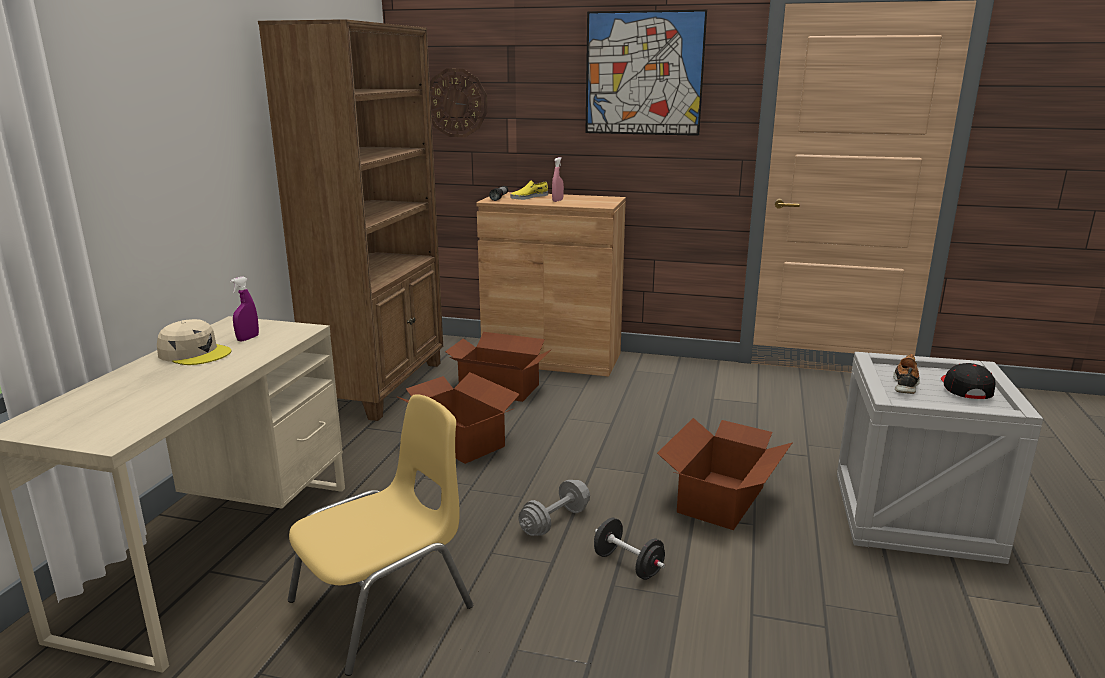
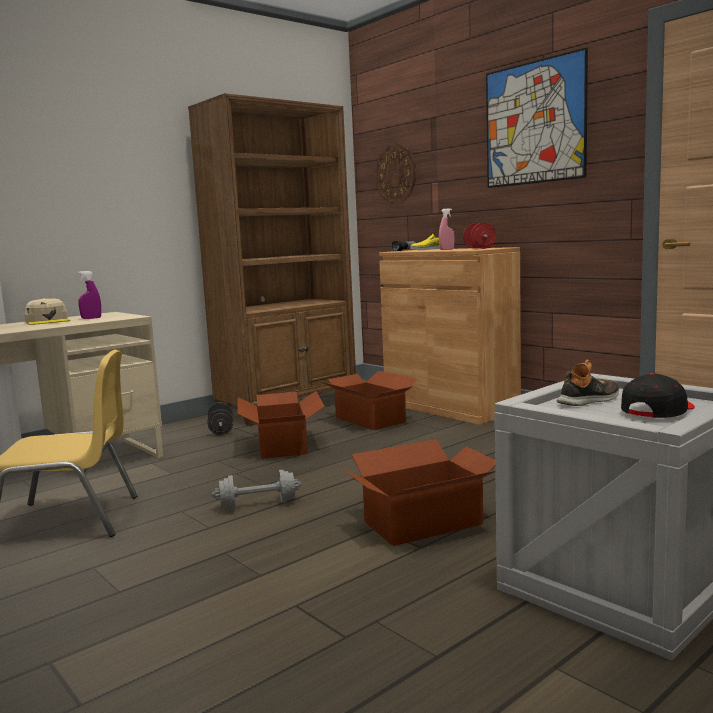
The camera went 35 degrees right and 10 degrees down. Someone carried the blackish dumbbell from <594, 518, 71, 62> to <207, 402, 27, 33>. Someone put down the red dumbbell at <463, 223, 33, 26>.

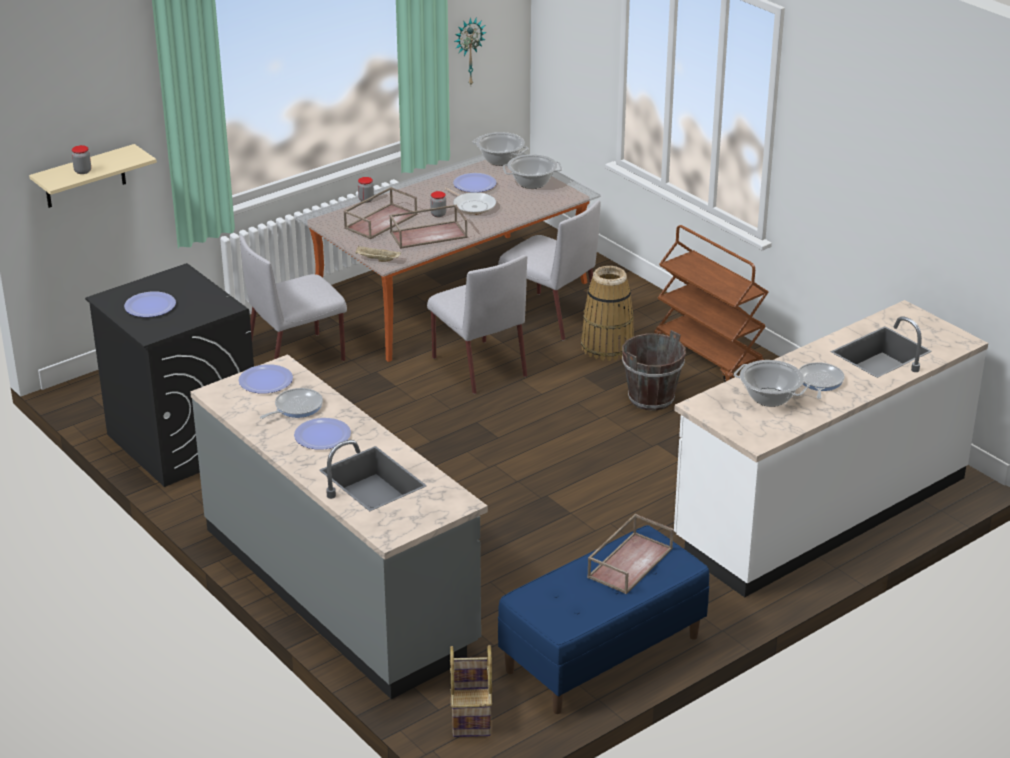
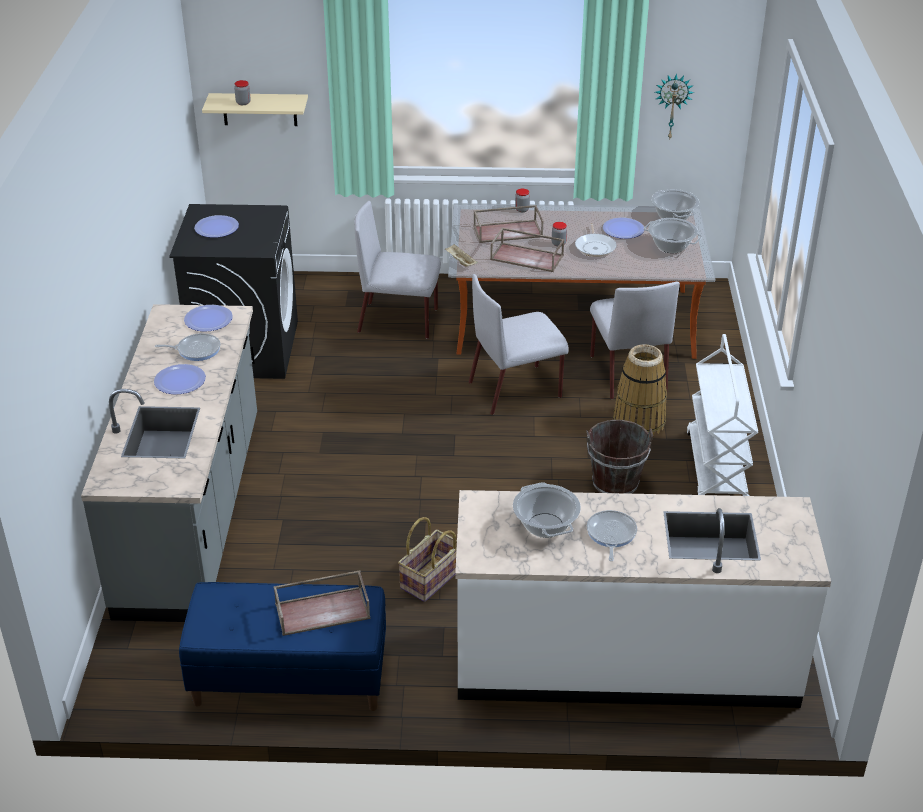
The camera went 40 degrees right and 5 degrees up. Someone carried the basket from <450, 645, 42, 92> to <398, 517, 59, 85>. Someone rotated the gray chair at <427, 255, 100, 139> by 60 degrees clockwise. Someone rotated the skillet at <799, 362, 46, 37> by 45 degrees counterclockwise. Someone repainted the brown wheeled cart at <653, 225, 116, 157>, which became the whitish wheeled cart at <687, 334, 71, 162>.

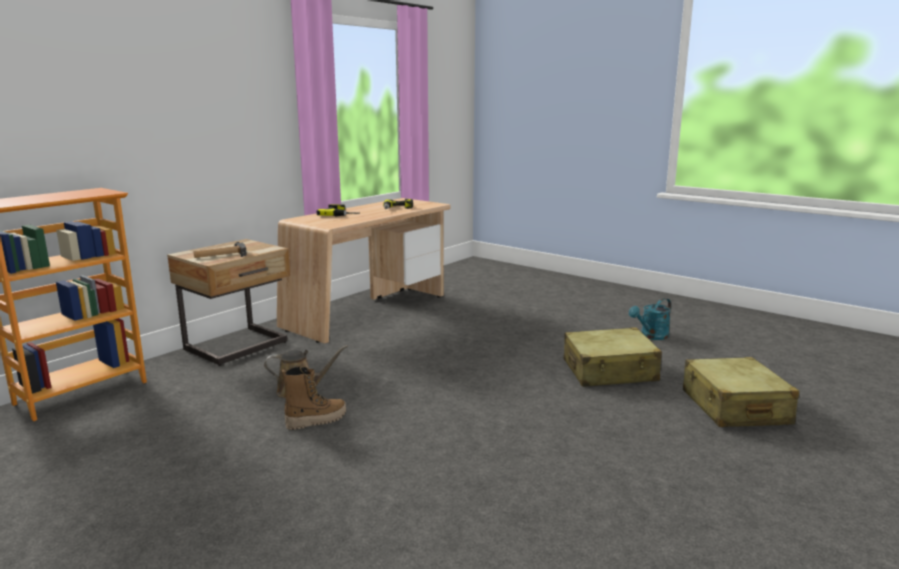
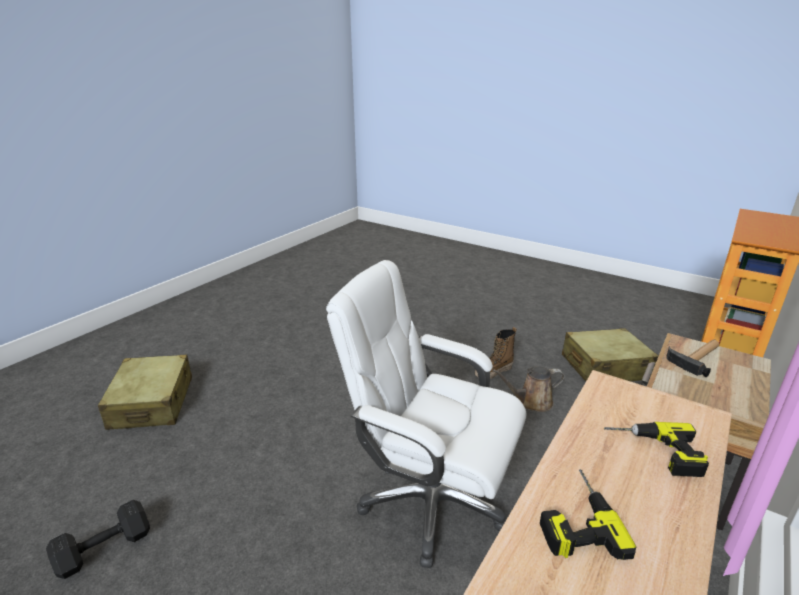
The camera went 175 degrees right and 10 degrees up. Someone swapped the blue-green watering pot at <629, 298, 42, 42> for the blackish dumbbell at <46, 500, 104, 79>. Someone put down the whitish computer chair at <326, 260, 200, 308>. Someone carried the beige-coloured suitcase from <564, 327, 98, 60> to <562, 328, 96, 53>.

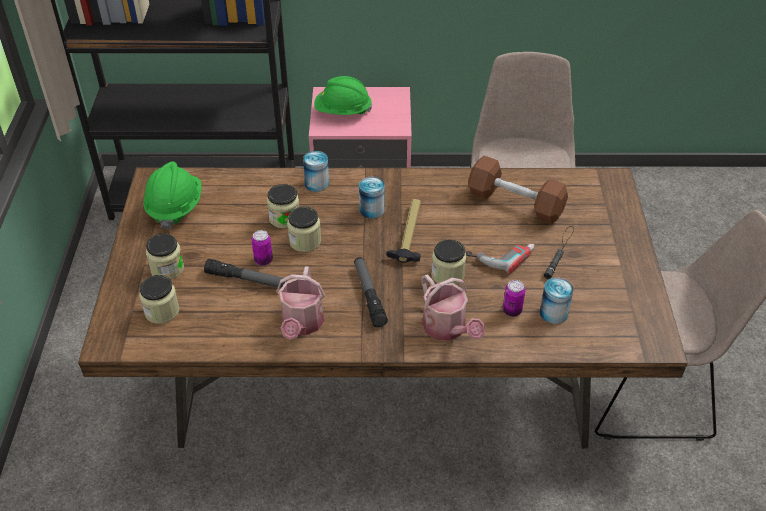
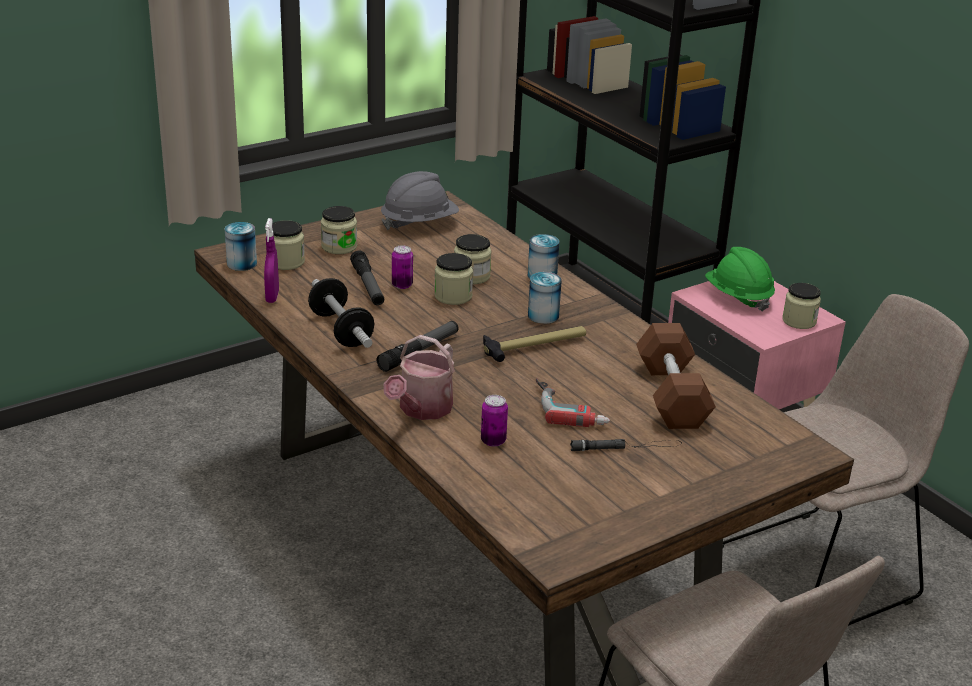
The camera went 55 degrees right and 15 degrees down. Someone carried the sealed can from <540, 278, 33, 46> to <225, 222, 32, 49>. Someone put down the purplish spray bottle at <264, 218, 15, 85>. Someone swapped the watering pot at <276, 266, 49, 74> for the dumbbell at <308, 278, 66, 70>. Someone repainted the green hard hat at <143, 161, 59, 69>, which became the gray hard hat at <381, 171, 78, 59>. Someone carried the storage jar from <431, 239, 35, 46> to <782, 283, 39, 46>.

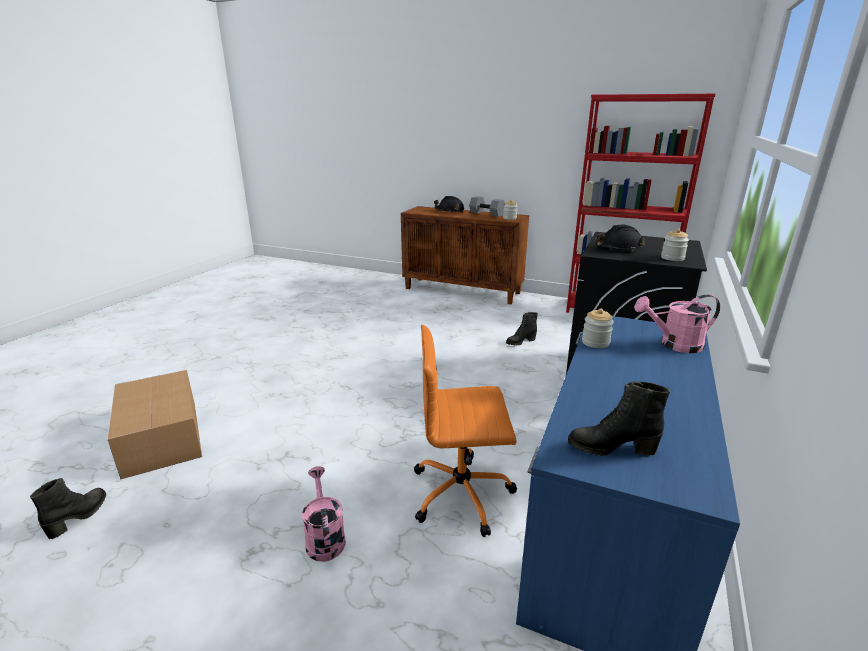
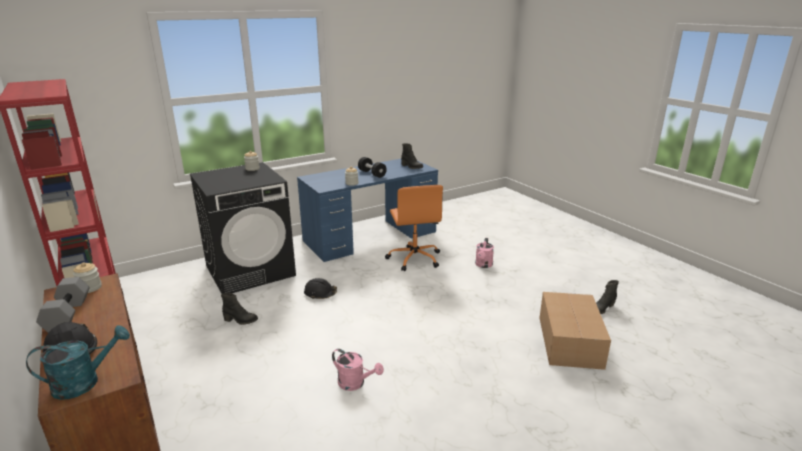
The camera went 145 degrees left and 0 degrees up. Someone put down the blue-green watering pot at <26, 325, 104, 75>. Someone carried the blackish hard hat from <595, 225, 50, 27> to <304, 278, 33, 21>. Someone carried the pinkish watering pot from <634, 295, 86, 58> to <332, 349, 52, 42>. Someone put down the blackish dumbbell at <358, 157, 29, 21>. Someone rotated the orangey computer chair at <414, 325, 103, 212> by 45 degrees clockwise.

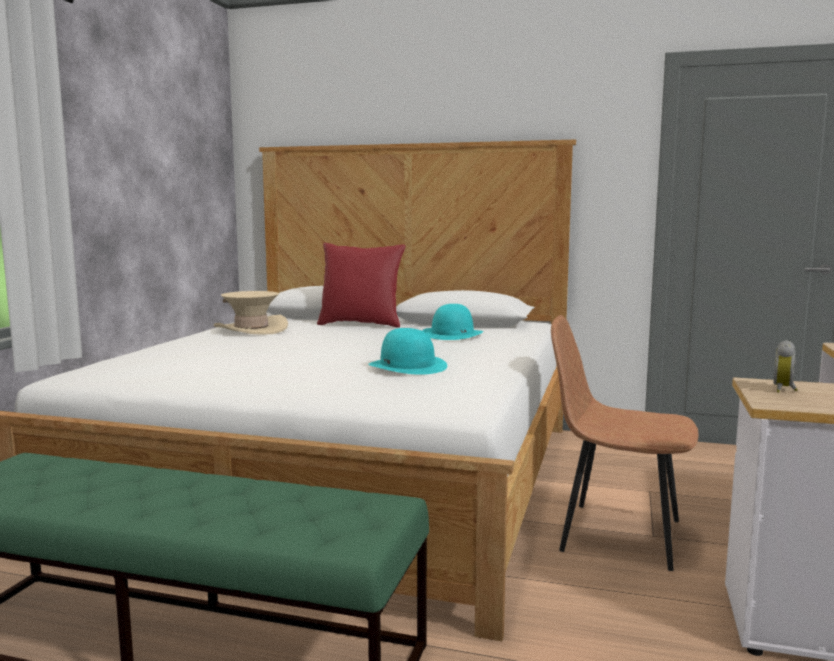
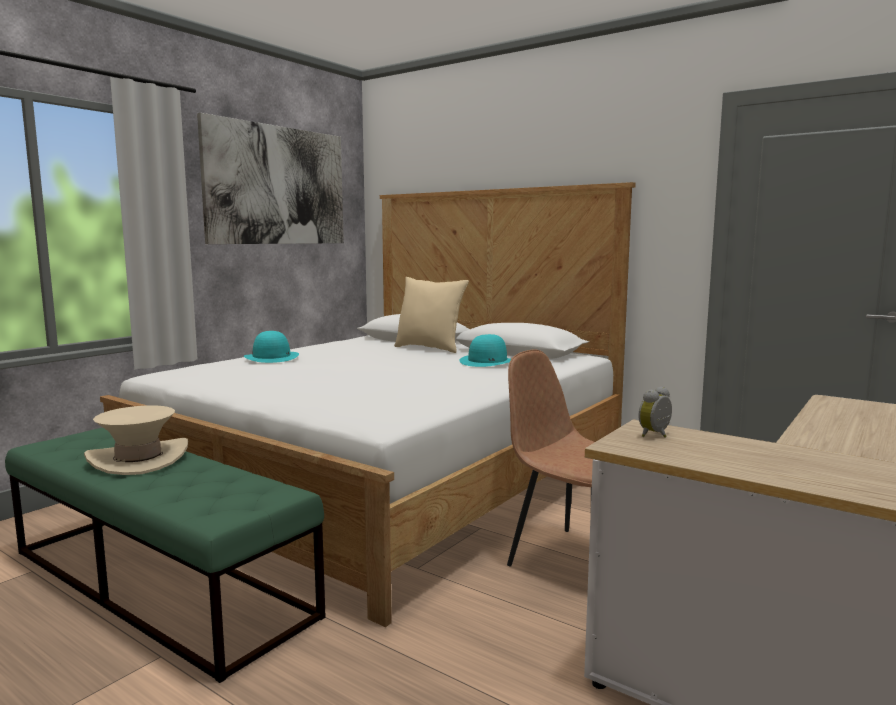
The camera went 20 degrees right and 0 degrees up. Someone carried the beige-coloured clothing hat from <214, 291, 74, 44> to <84, 405, 104, 70>. Someone put up the wall picture at <197, 113, 147, 131>. Someone carried the blue-green clothing hat from <368, 328, 79, 47> to <244, 331, 55, 32>. Someone repainted the red cushion at <317, 243, 89, 84>, which became the beige-coloured cushion at <394, 277, 75, 76>.

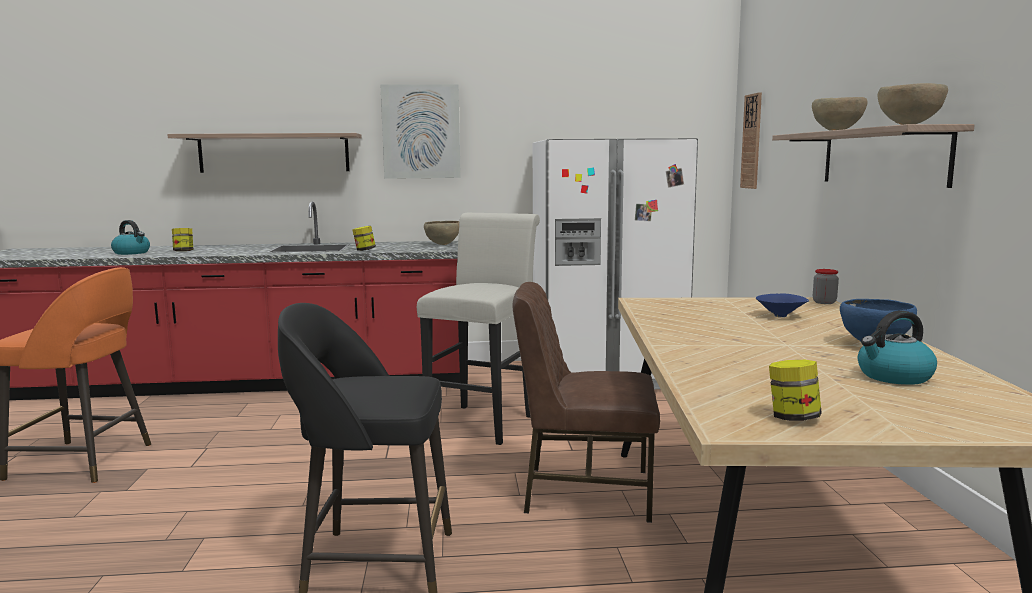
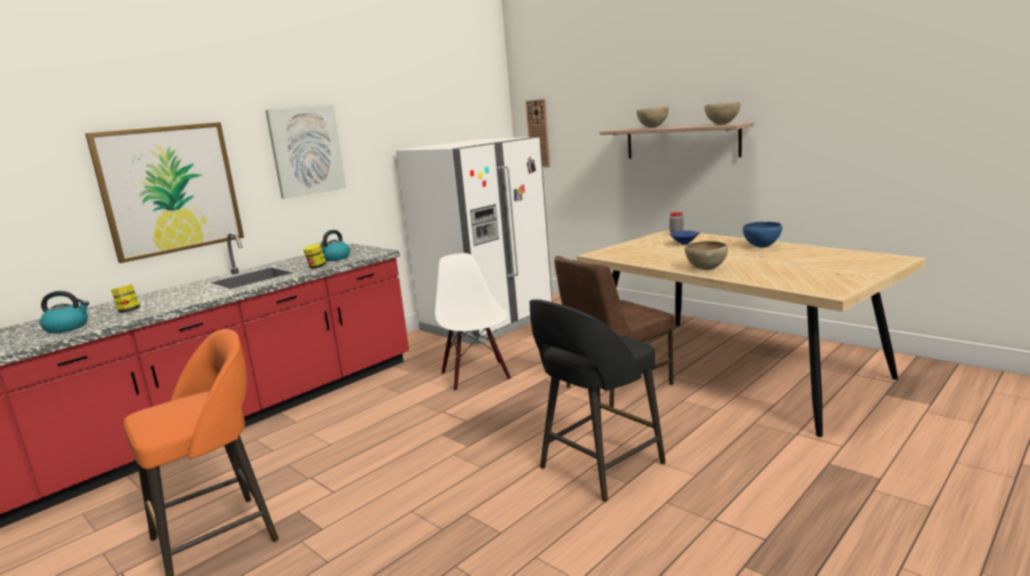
The camera went 40 degrees left and 5 degrees up. Someone swapped the shelf at <167, 133, 195, 40> for the wall picture at <85, 122, 159, 141>. Someone carried the kettle from <858, 310, 79, 75> to <319, 230, 31, 31>. Someone swapped the whitish sitting stool at <417, 213, 123, 232> for the whitish chair at <435, 253, 76, 139>. Someone carried the brown deep dish from <424, 221, 35, 24> to <685, 241, 43, 29>. Someone took away the storage jar at <769, 360, 53, 61>.

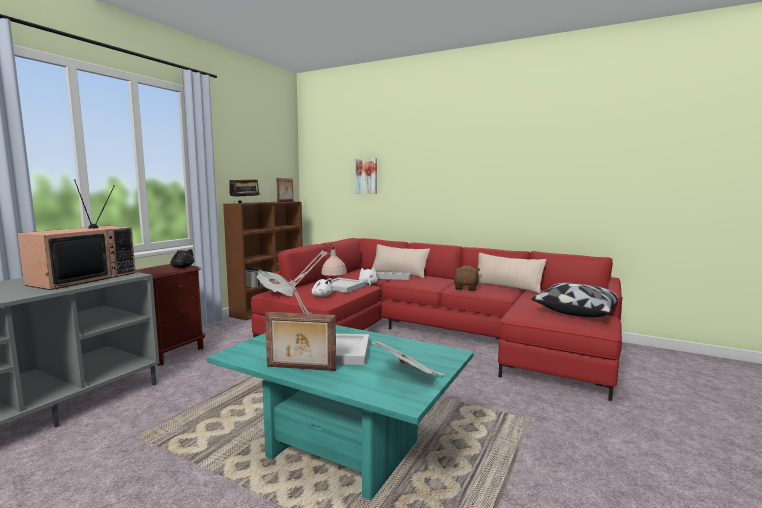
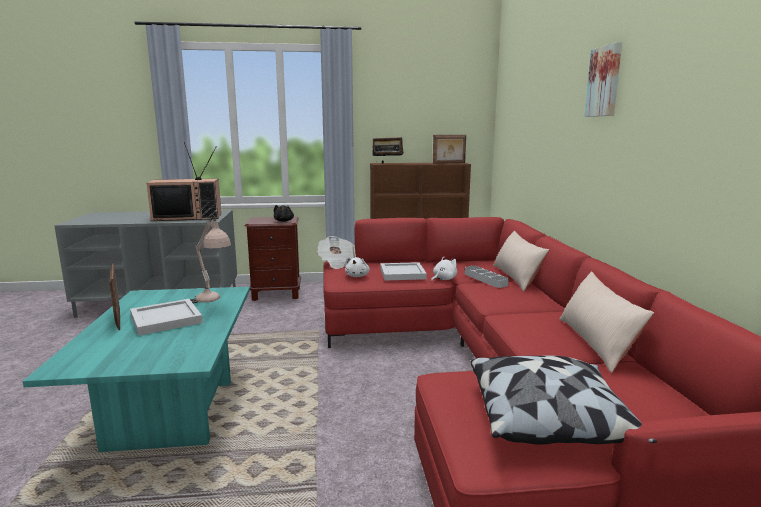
The camera went 55 degrees right and 5 degrees up. Someone carried the wall picture from <356, 158, 21, 36> to <584, 42, 38, 75>. Someone took away the printed paper at <371, 341, 74, 35>. Someone took away the brown soft toy at <454, 265, 26, 26>.

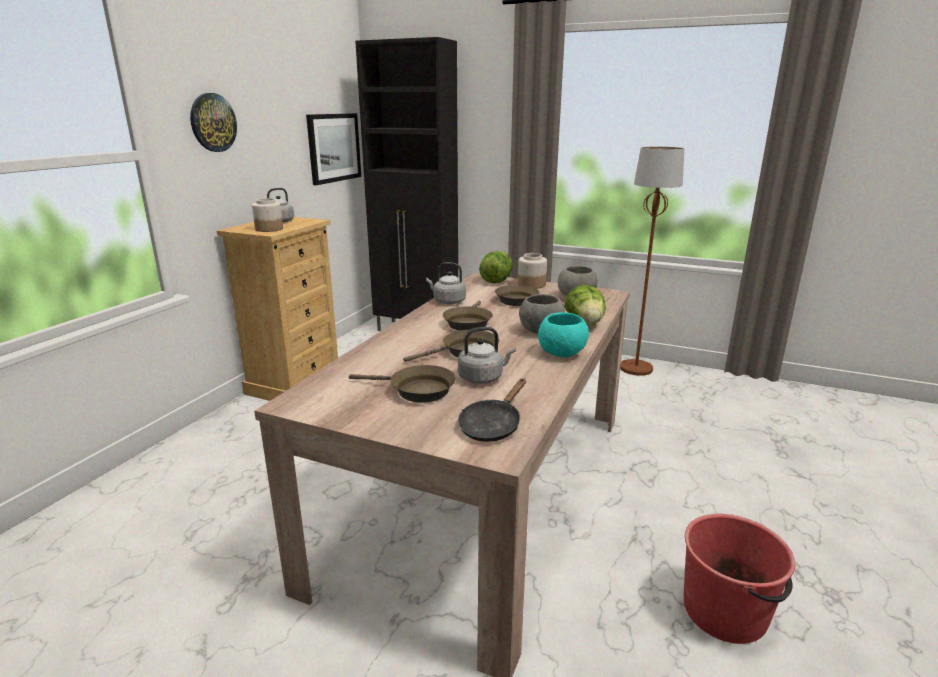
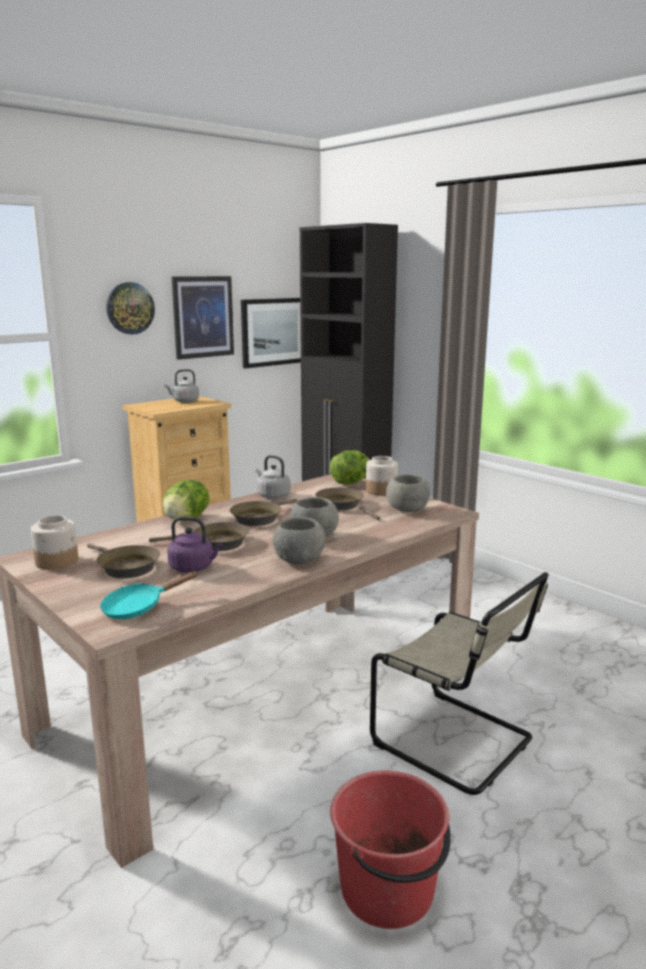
The camera went 25 degrees right and 5 degrees down. Someone carried the storage jar from <252, 198, 31, 34> to <31, 515, 48, 55>. Someone repainted the blackish skillet at <458, 378, 68, 64>, which became the blue-green skillet at <100, 571, 99, 48>. Someone carried the head of lettuce from <565, 285, 41, 41> to <163, 480, 47, 41>. Someone repainted the gray kettle at <458, 327, 58, 57>, which became the purplish kettle at <167, 517, 56, 56>. Someone put up the wall picture at <171, 276, 63, 84>. Someone repainted the blue-green deep dish at <538, 312, 51, 45>, which became the gray deep dish at <273, 517, 52, 48>. Someone put down the beige-coloured chair at <370, 572, 179, 223>. Someone took away the brown standard lamp at <620, 146, 64, 230>.

